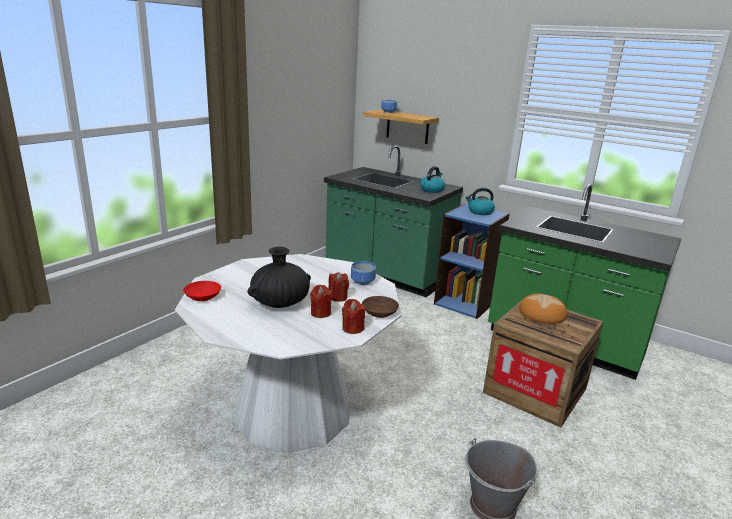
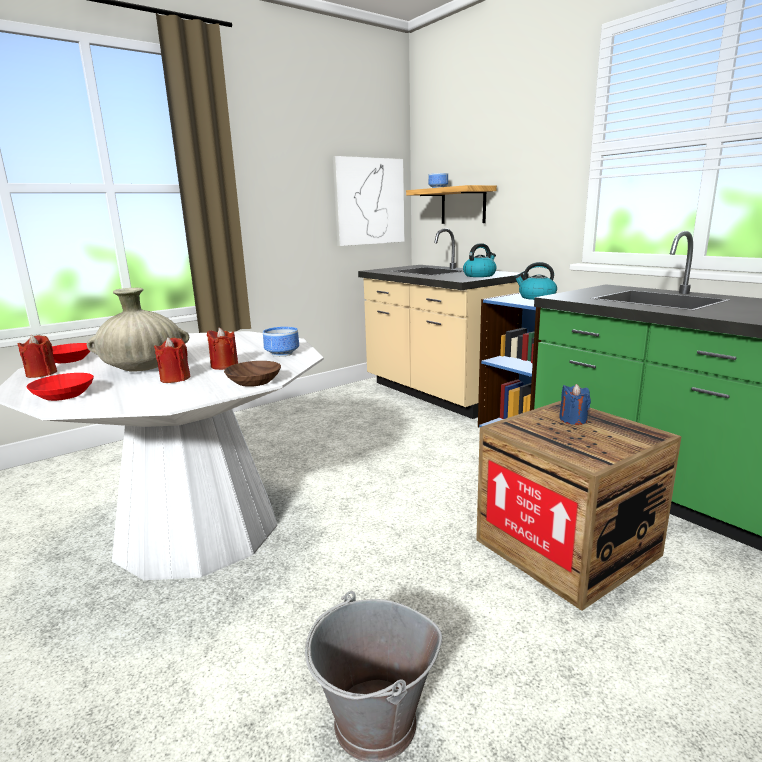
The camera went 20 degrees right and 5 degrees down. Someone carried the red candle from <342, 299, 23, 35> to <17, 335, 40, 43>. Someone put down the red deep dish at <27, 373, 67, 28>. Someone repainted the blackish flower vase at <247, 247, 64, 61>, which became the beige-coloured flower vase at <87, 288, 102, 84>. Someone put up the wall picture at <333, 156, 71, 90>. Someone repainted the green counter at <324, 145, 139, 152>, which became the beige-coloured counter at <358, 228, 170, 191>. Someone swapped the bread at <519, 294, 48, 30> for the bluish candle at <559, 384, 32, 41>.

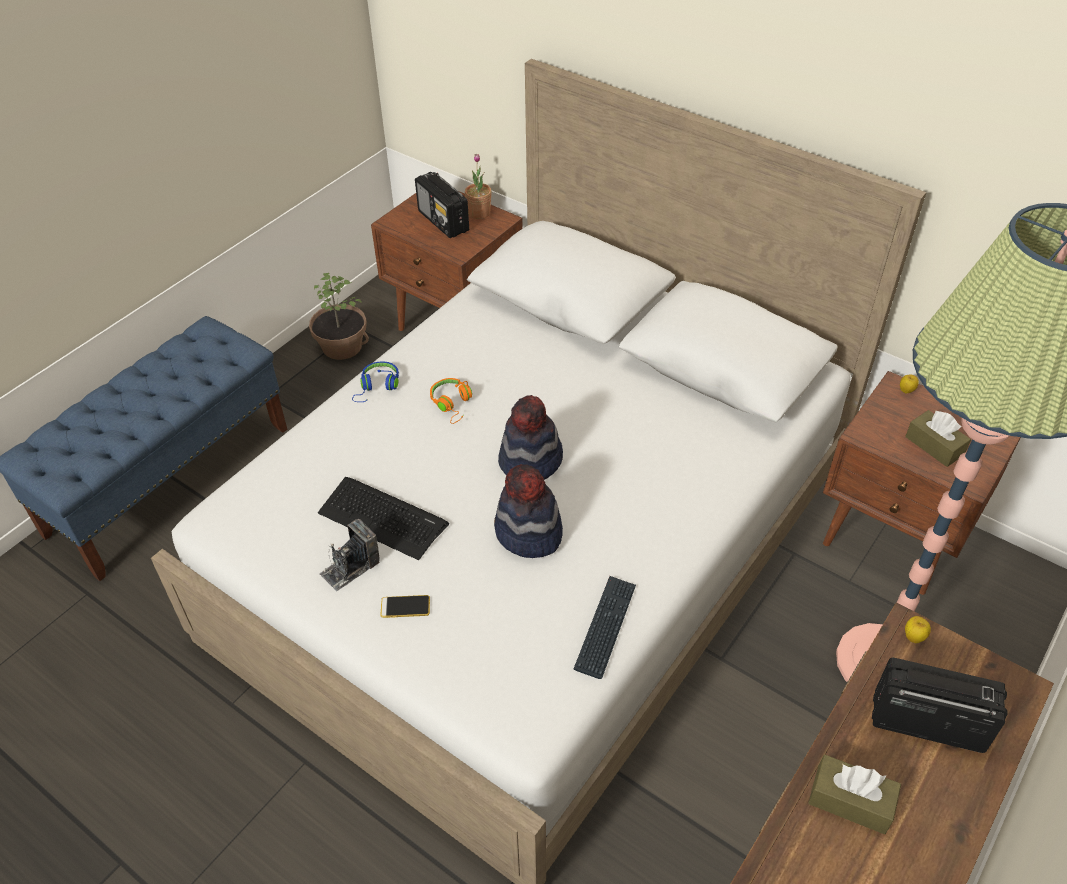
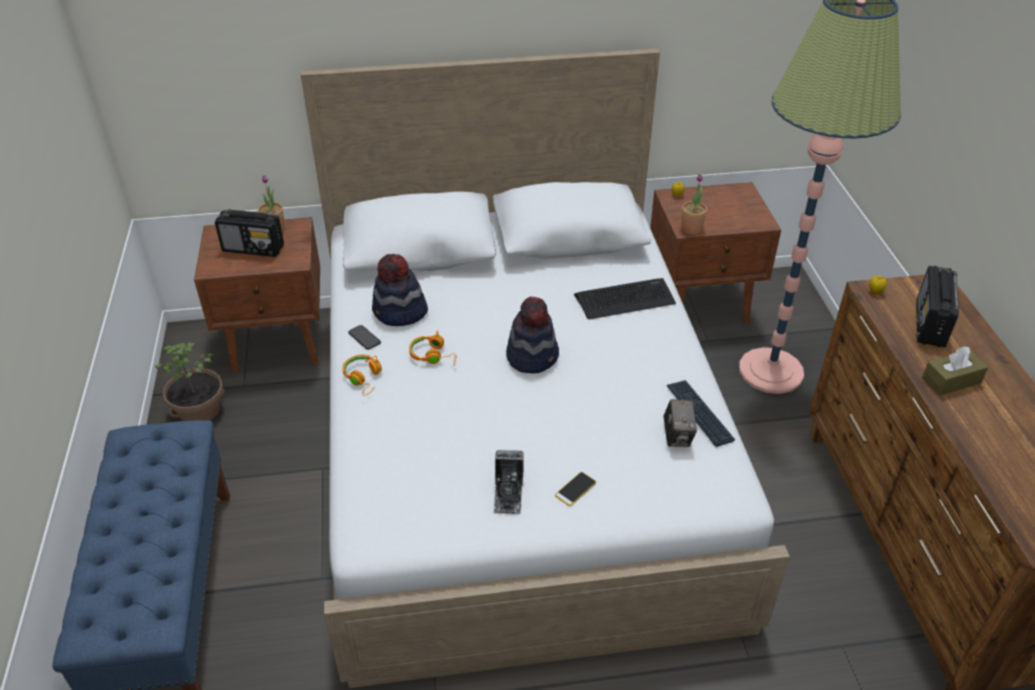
The camera went 45 degrees left and 5 degrees down. Someone repainted the bluish headset at <352, 362, 47, 40>, which became the orangey headset at <342, 355, 40, 41>. Someone put down the telephone at <348, 325, 33, 25>. Someone carried the clothing hat from <494, 464, 69, 94> to <372, 254, 56, 72>. Someone carried the keyboard from <318, 477, 131, 83> to <574, 278, 102, 42>. Someone put down the still camera at <663, 399, 34, 48>. Someone put down the plant in a pot at <681, 174, 26, 60>. Someone rotated the radio at <872, 658, 135, 95> by 45 degrees counterclockwise. Someone took away the brown tissue box at <905, 410, 66, 57>.

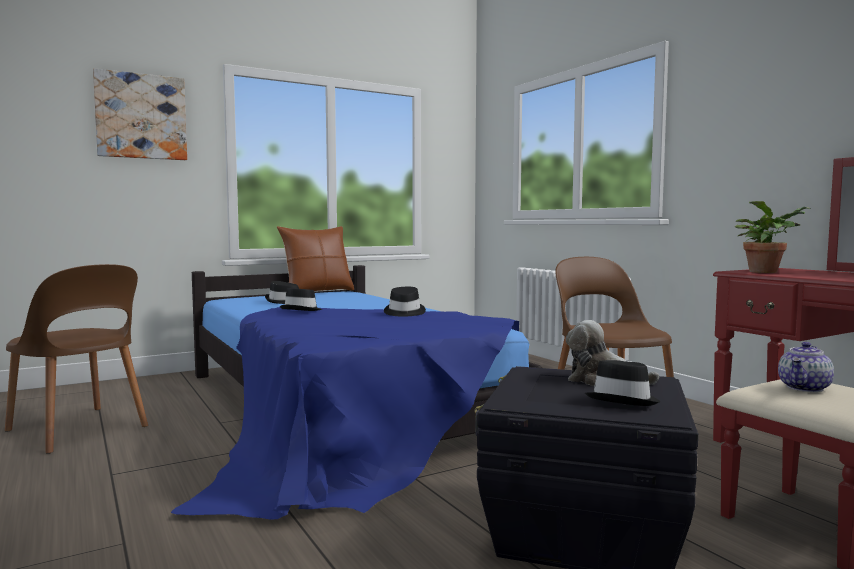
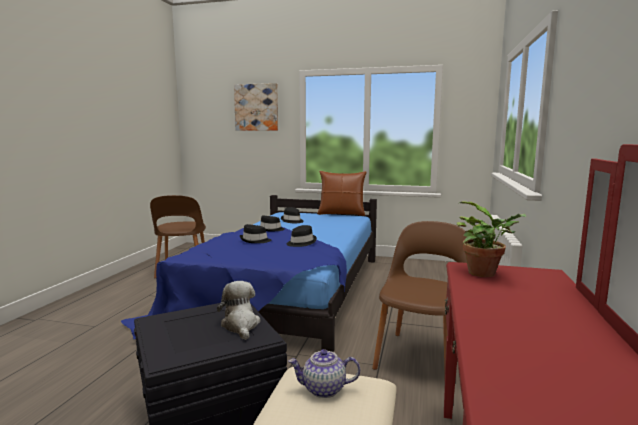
The camera went 45 degrees right and 5 degrees up. Someone carried the blackish clothing hat from <585, 360, 75, 46> to <240, 224, 31, 19>.

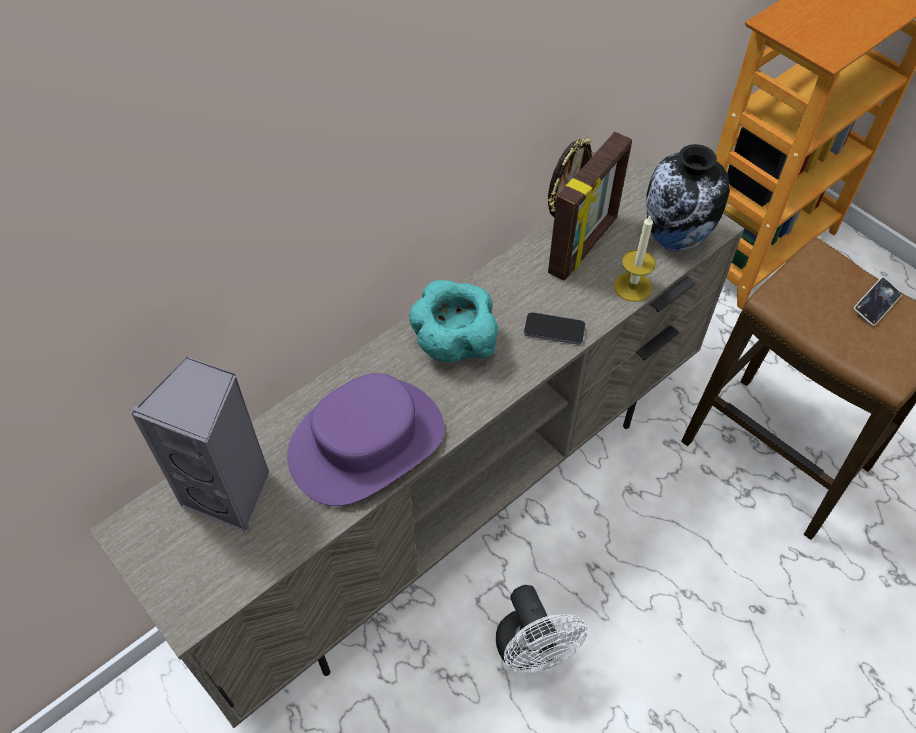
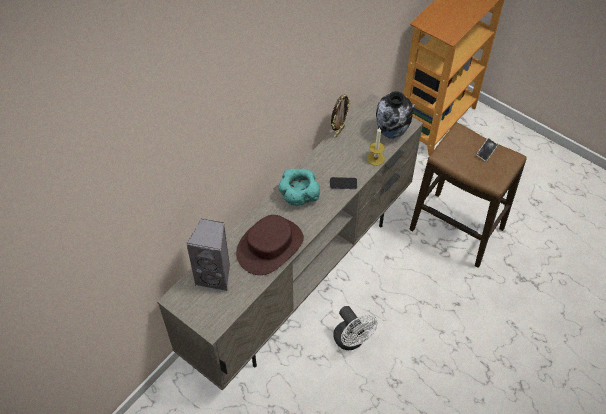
The camera went 10 degrees left and 0 degrees up. Someone repainted the purplish clothing hat at <287, 373, 158, 133>, which became the brown clothing hat at <236, 215, 68, 60>. Someone took away the picture frame at <548, 132, 84, 149>.

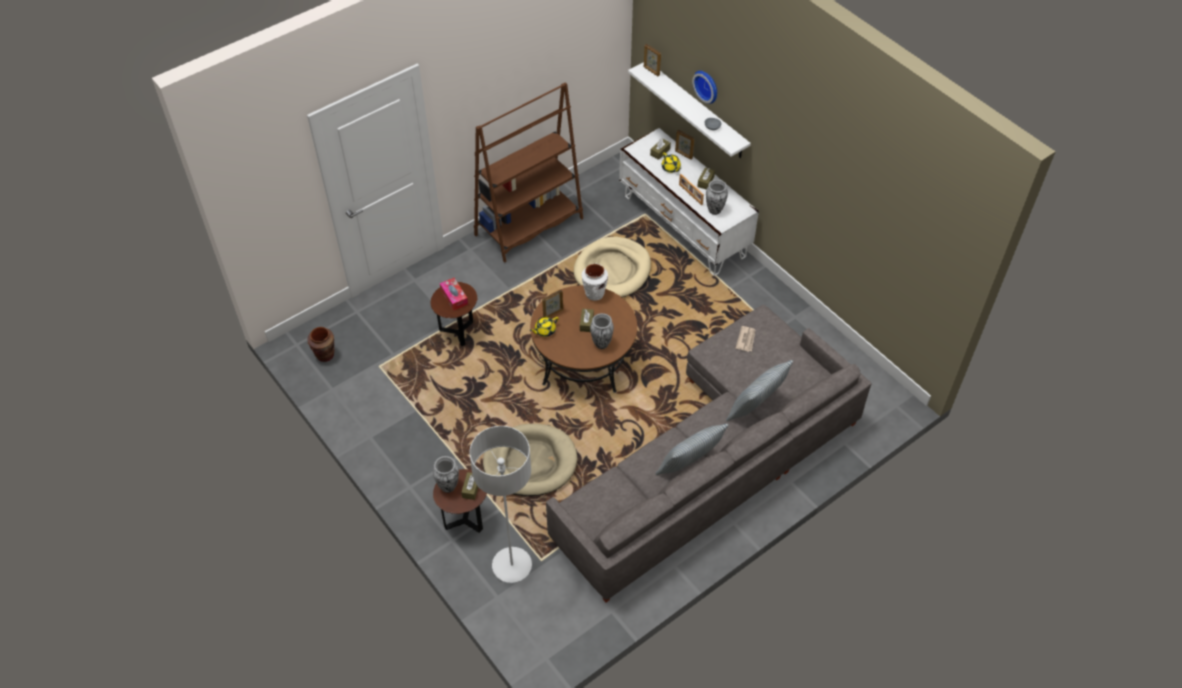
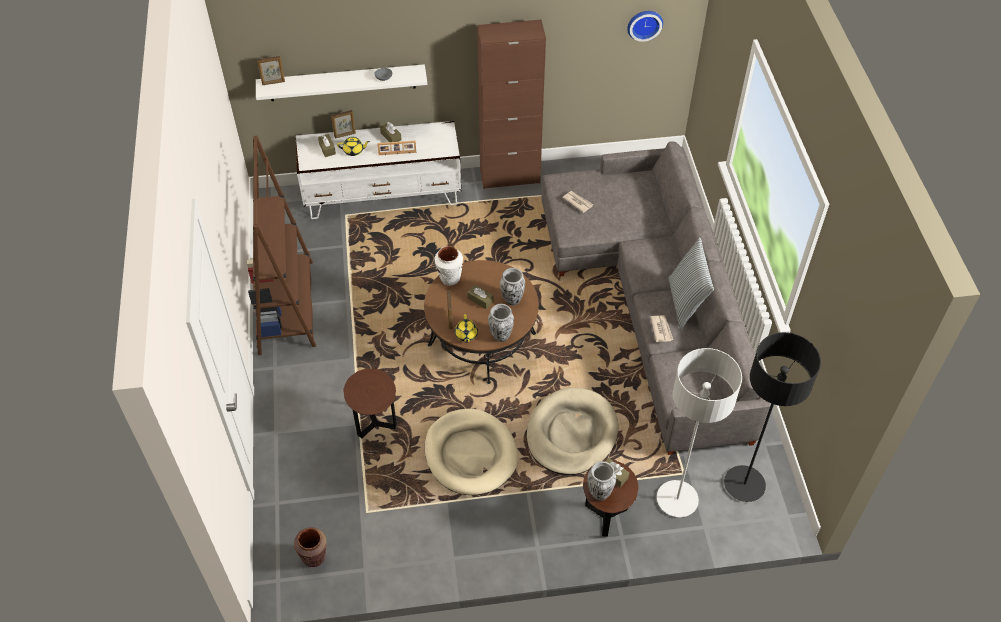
The camera went 60 degrees left and 0 degrees up. Someone carried the beige-coloured pet bed from <574, 237, 77, 60> to <425, 409, 93, 86>. Someone put down the brown cupboard at <477, 20, 69, 169>. Someone carried the flower vase from <706, 180, 22, 35> to <488, 304, 26, 38>. Someone carried the wall clock from <692, 71, 25, 33> to <627, 11, 36, 31>. Someone put down the printed paper at <650, 315, 23, 27>. Someone put down the blackish standard lamp at <724, 332, 97, 170>. Someone took away the tissue box at <440, 278, 28, 33>. Someone took away the cushion at <726, 360, 67, 61>.

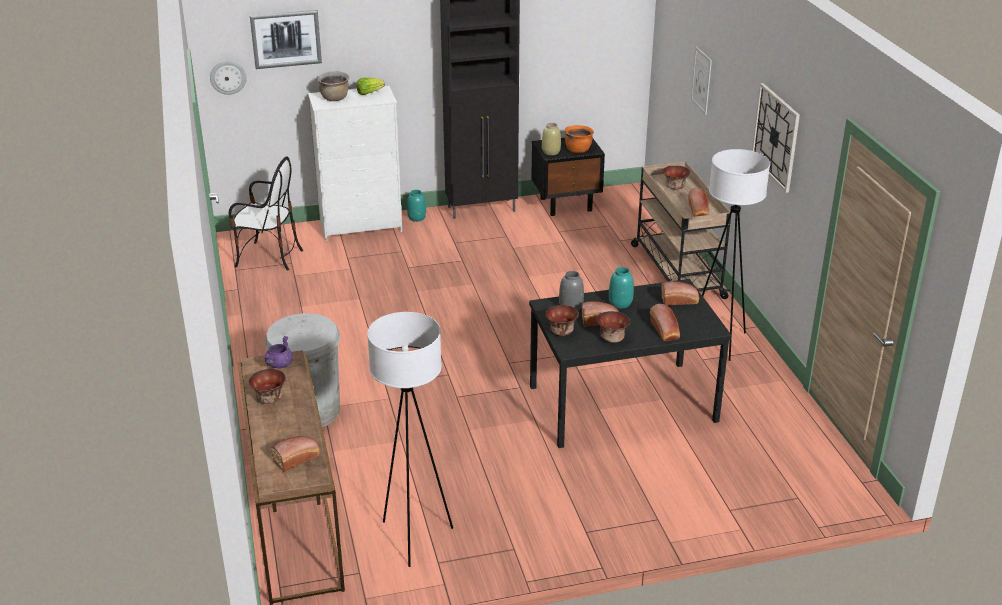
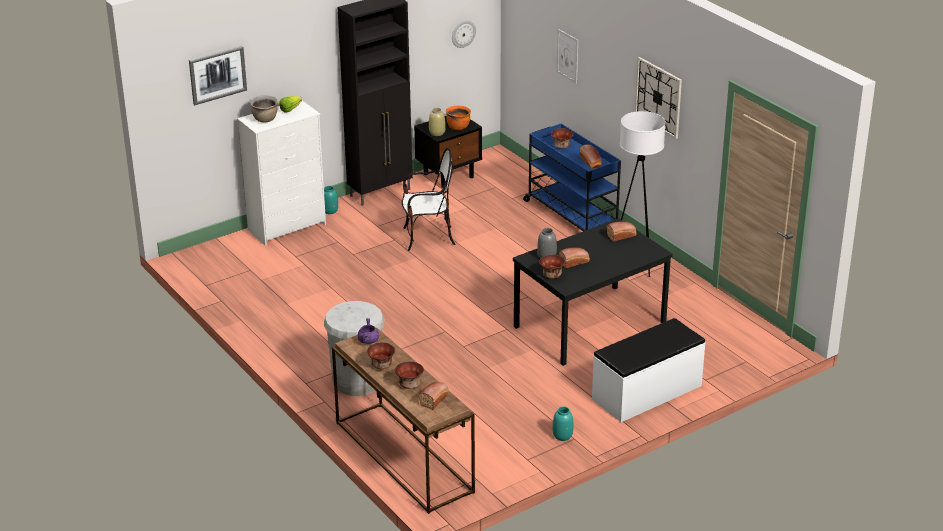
The camera went 20 degrees left and 0 degrees up. Someone carried the deep dish from <596, 311, 34, 32> to <395, 362, 29, 27>. Someone carried the chair from <229, 156, 74, 115> to <402, 148, 53, 103>. Someone carried the wall clock from <210, 61, 37, 34> to <452, 20, 24, 28>. Someone repainted the beige-coloured wheeled cart at <631, 161, 100, 138>, which became the bluish wheeled cart at <523, 123, 98, 108>. Someone carried the blue-green flower vase from <609, 267, 25, 41> to <553, 407, 21, 34>. Someone put down the whitish bench at <592, 318, 114, 104>. Someone took away the whitish standard lamp at <367, 312, 86, 255>. Someone took away the bread at <650, 304, 30, 37>.

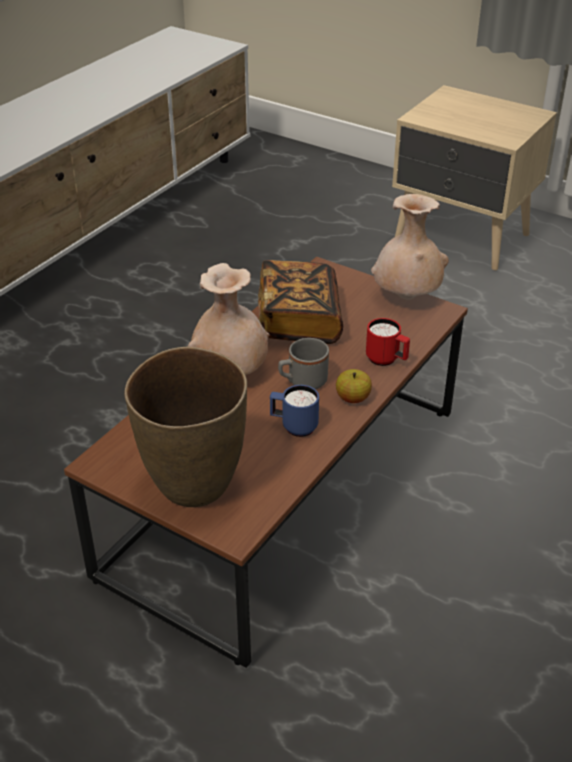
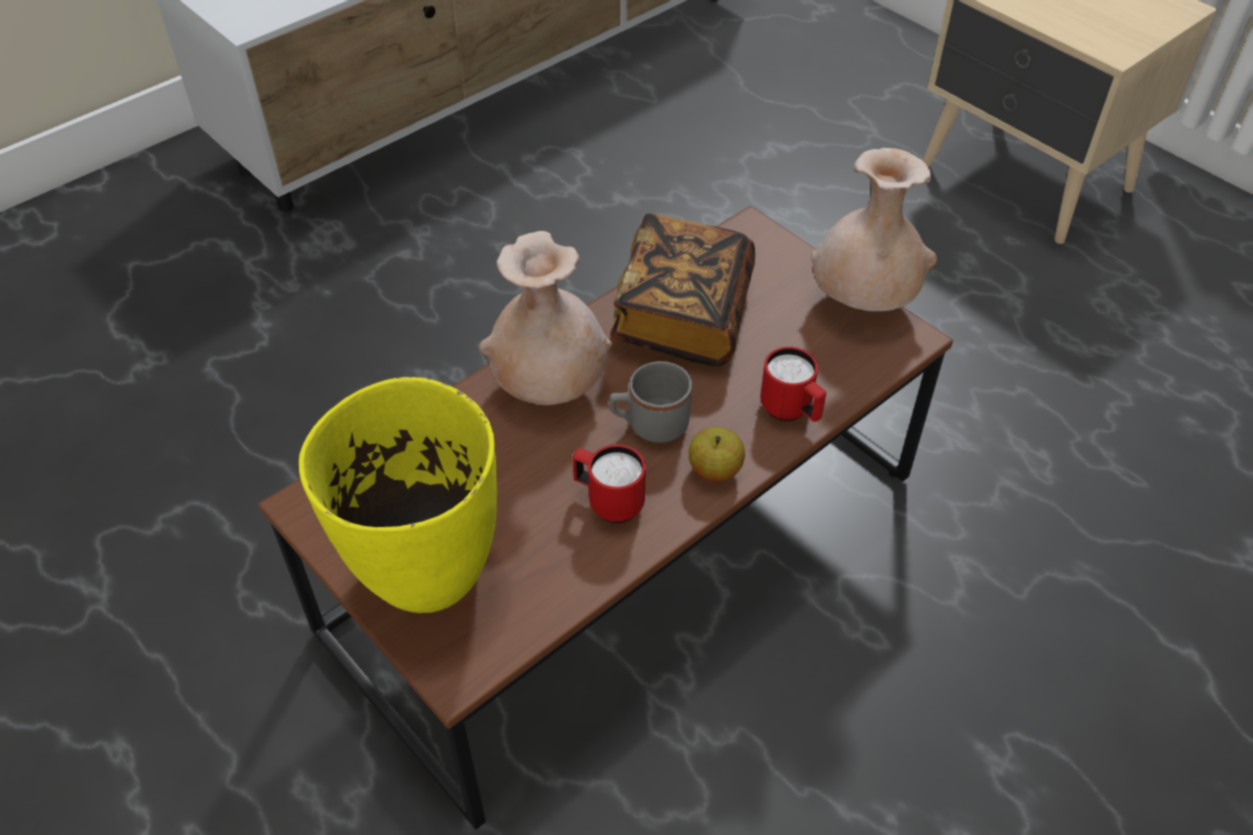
The camera went 15 degrees right and 10 degrees up. Someone repainted the brown flower vase at <124, 347, 123, 160>, which became the yellow-coloured flower vase at <299, 377, 198, 236>. Someone repainted the bluish tea mug at <270, 385, 49, 52>, which became the red tea mug at <573, 444, 73, 79>.

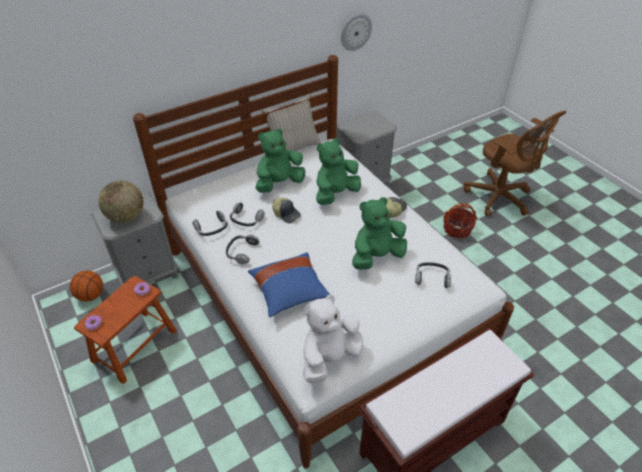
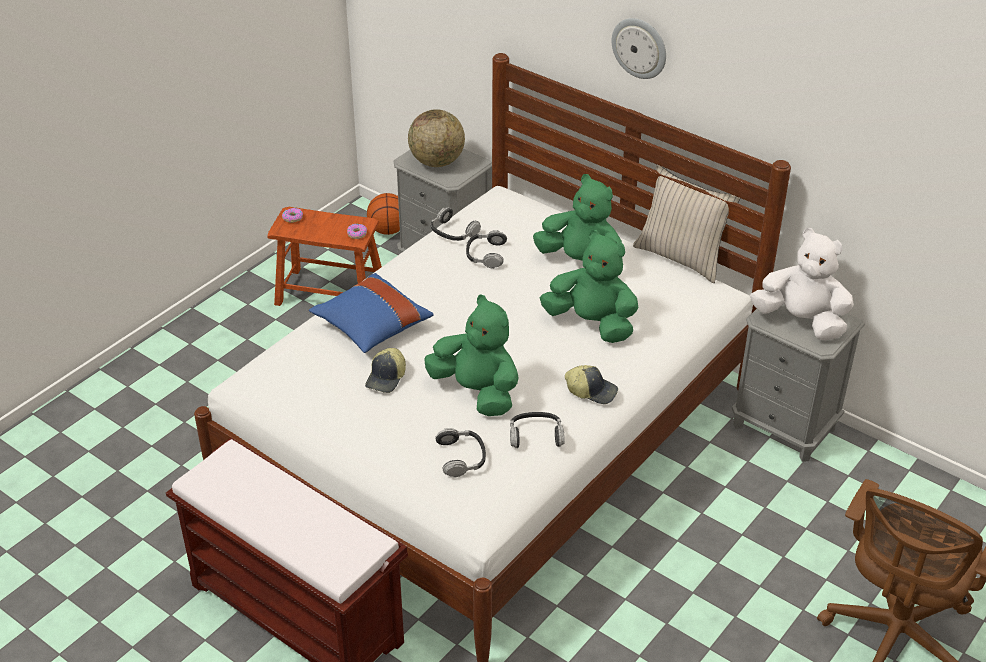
The camera went 70 degrees right and 5 degrees down. Someone carried the cap from <272, 198, 29, 25> to <365, 348, 41, 45>. Someone carried the headset from <226, 235, 33, 29> to <510, 412, 55, 36>. Someone carried the wall clock from <341, 14, 31, 37> to <612, 18, 54, 61>. Someone carried the whitish soft toy from <303, 295, 60, 88> to <750, 228, 104, 113>. Someone took away the basket at <443, 203, 34, 36>.

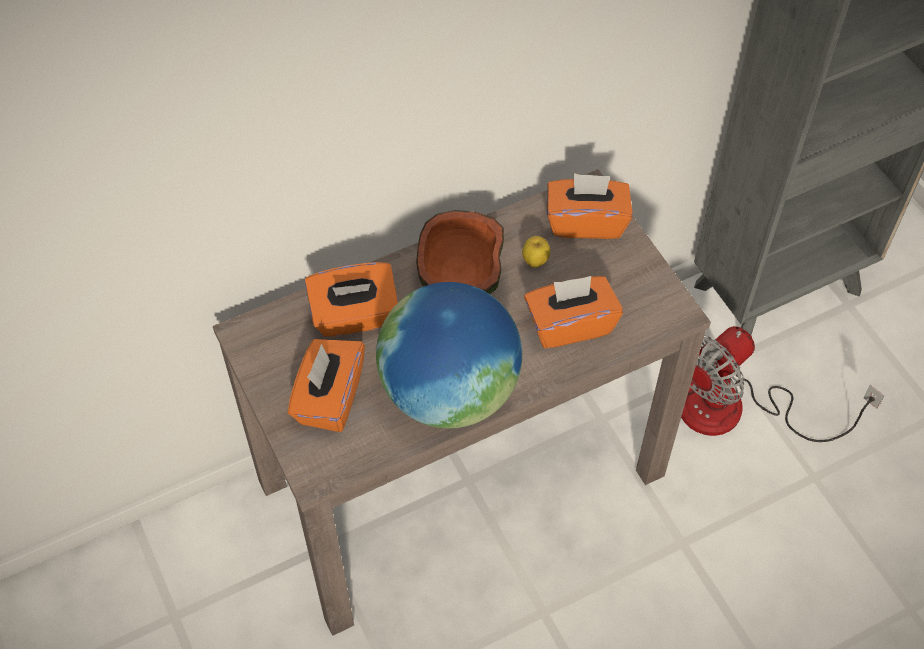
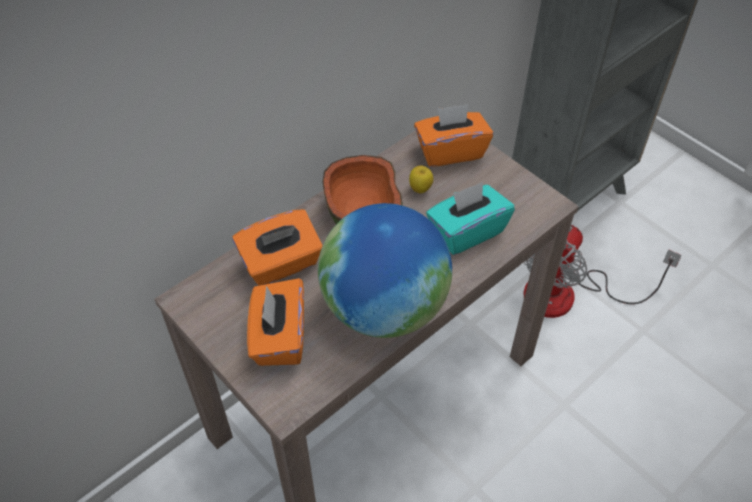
The camera went 15 degrees left and 5 degrees down. Someone repainted the orangey tissue box at <524, 276, 99, 73>, which became the blue-green tissue box at <426, 182, 89, 73>.

